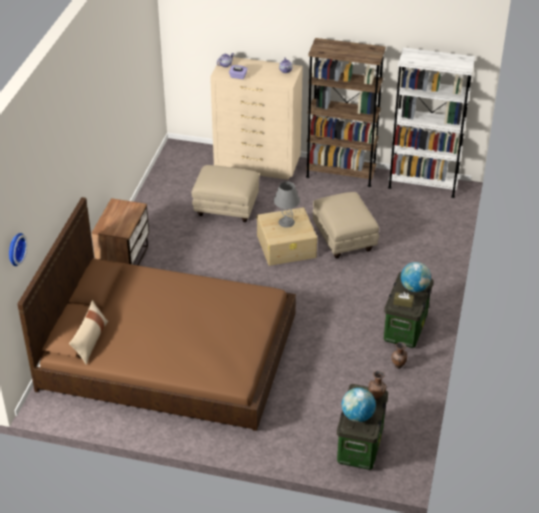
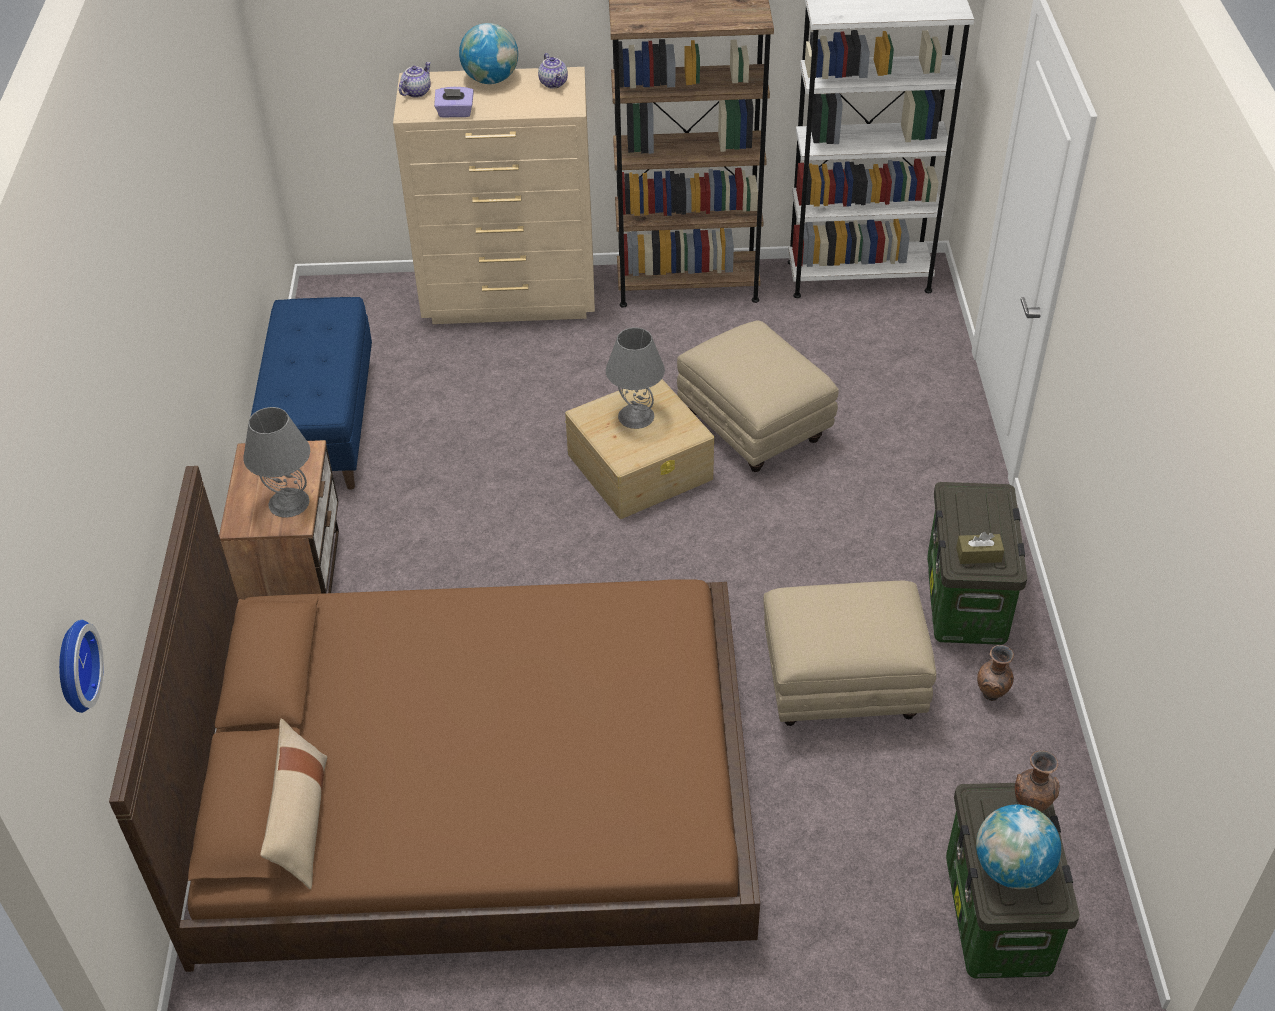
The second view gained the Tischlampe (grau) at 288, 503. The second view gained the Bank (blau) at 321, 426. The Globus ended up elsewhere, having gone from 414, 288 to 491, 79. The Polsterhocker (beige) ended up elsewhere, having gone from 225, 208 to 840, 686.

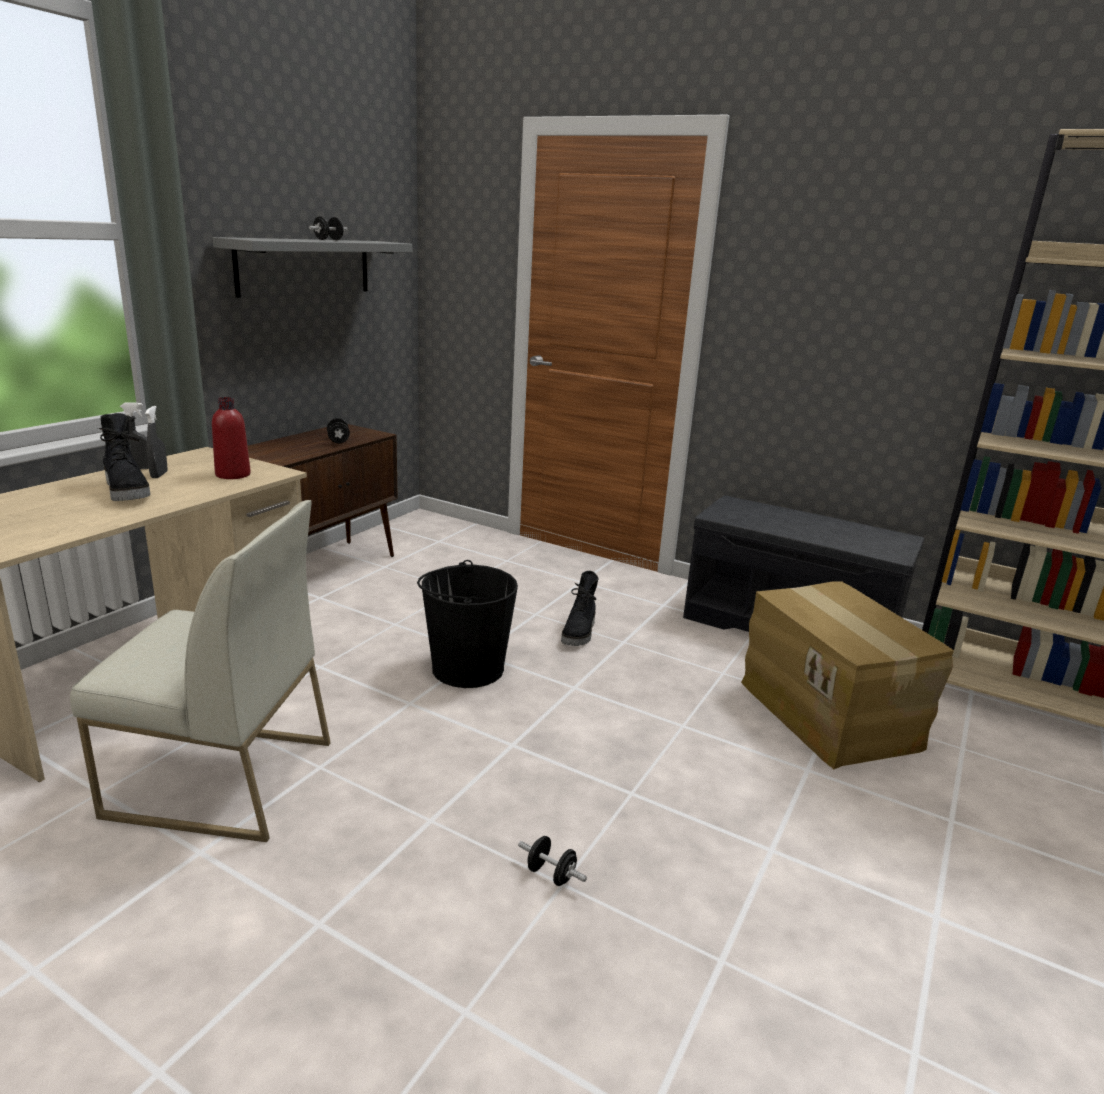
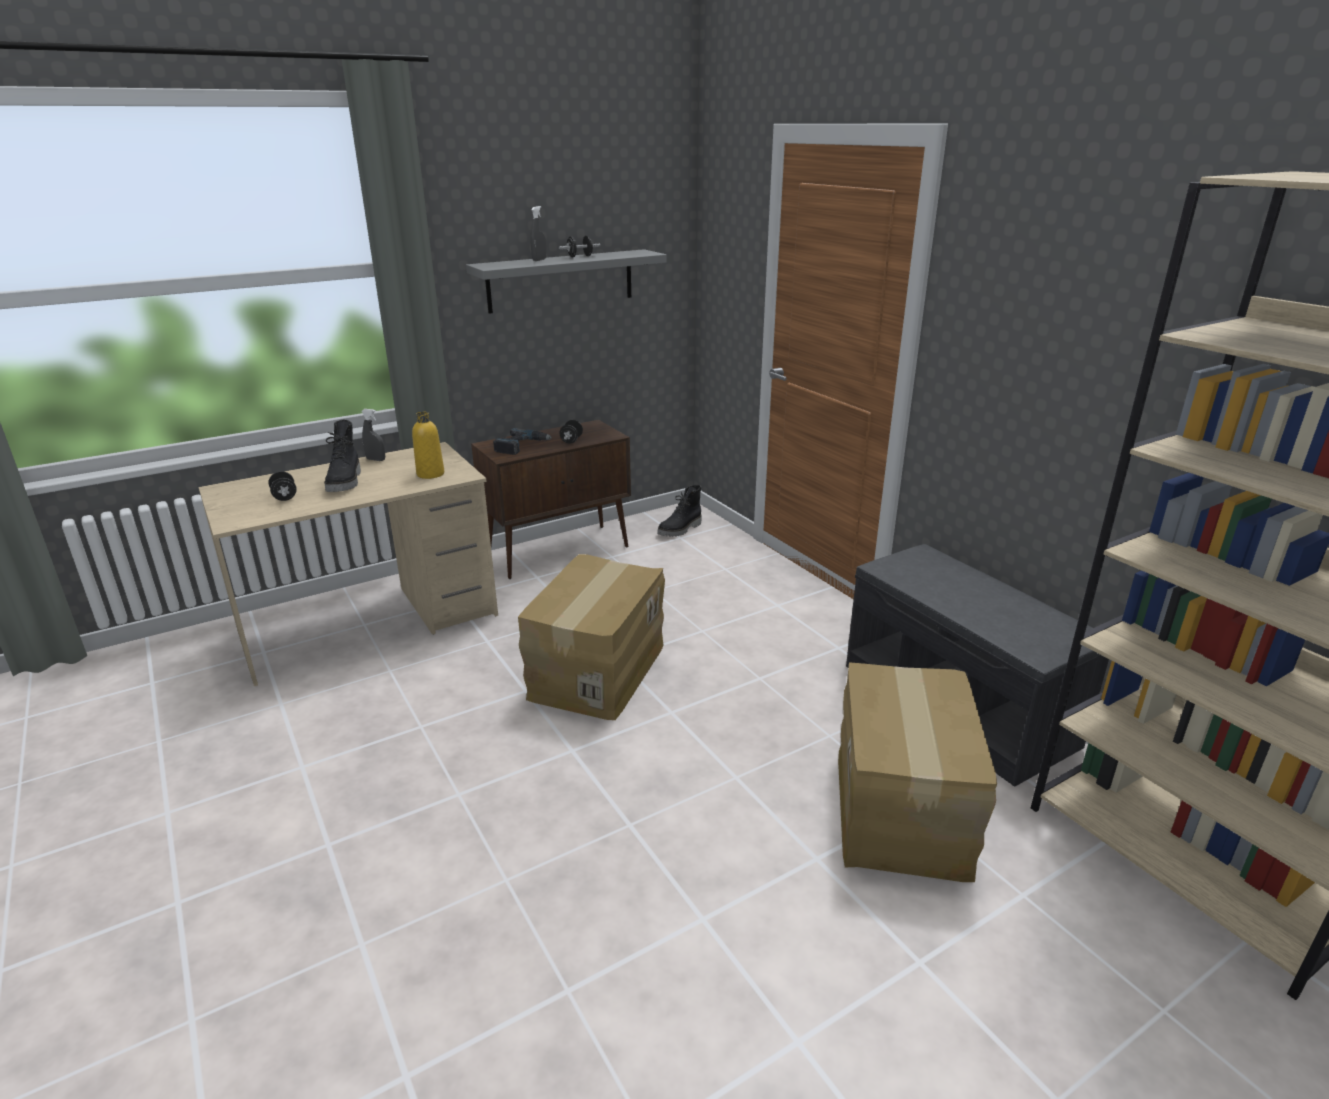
The Hantel (schwarz) ended up elsewhere, having gone from 551, 874 to 284, 496. What was the Flasche (rot) at 233, 475 turned into the Flasche (gelb) at 430, 474. The second view gained the Bohrmaschine at 521, 446. Where the Eimer (schwarz) stood at 467, 668, the Karton came to stand at 596, 671. The Sprühflasche (grau) ended up elsewhere, having gone from 159, 475 to 539, 260. The Stiefel (schwarz) ended up elsewhere, having gone from 580, 633 to 680, 530. The second view lost the Stuhl (weiß) at 219, 779.

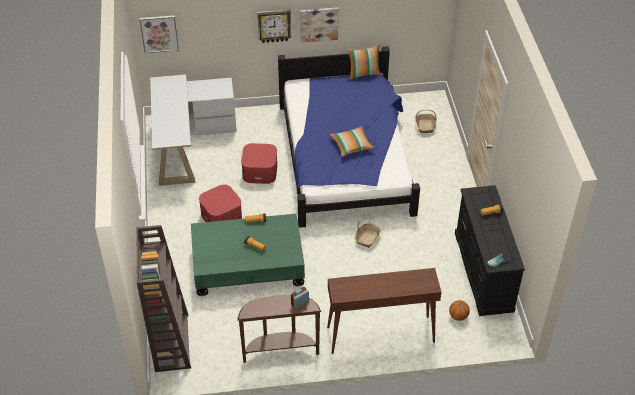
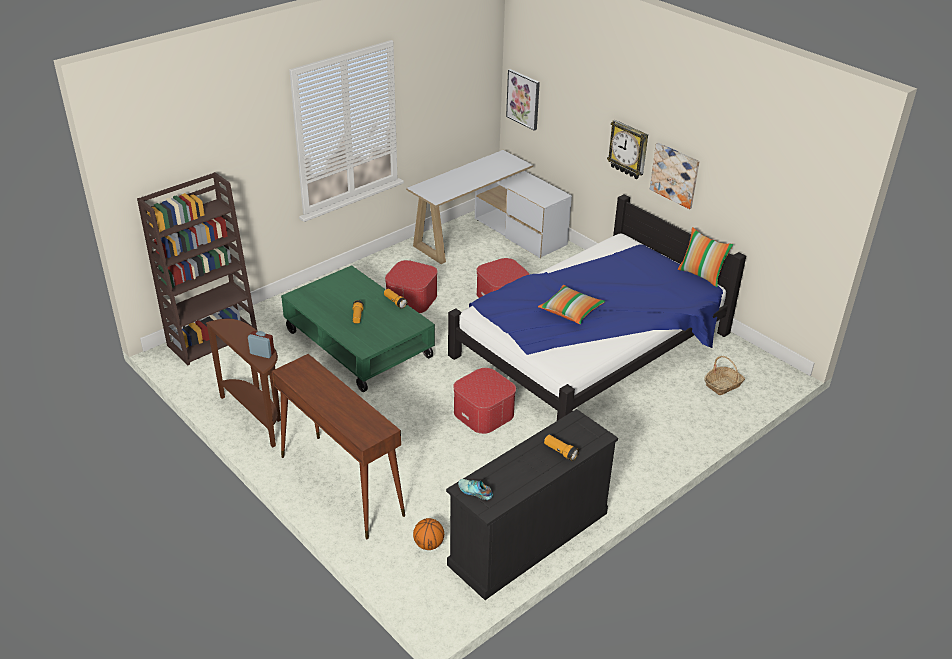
Where the Korb stood at 367, 238, the Polsterhocker came to stand at 484, 413.

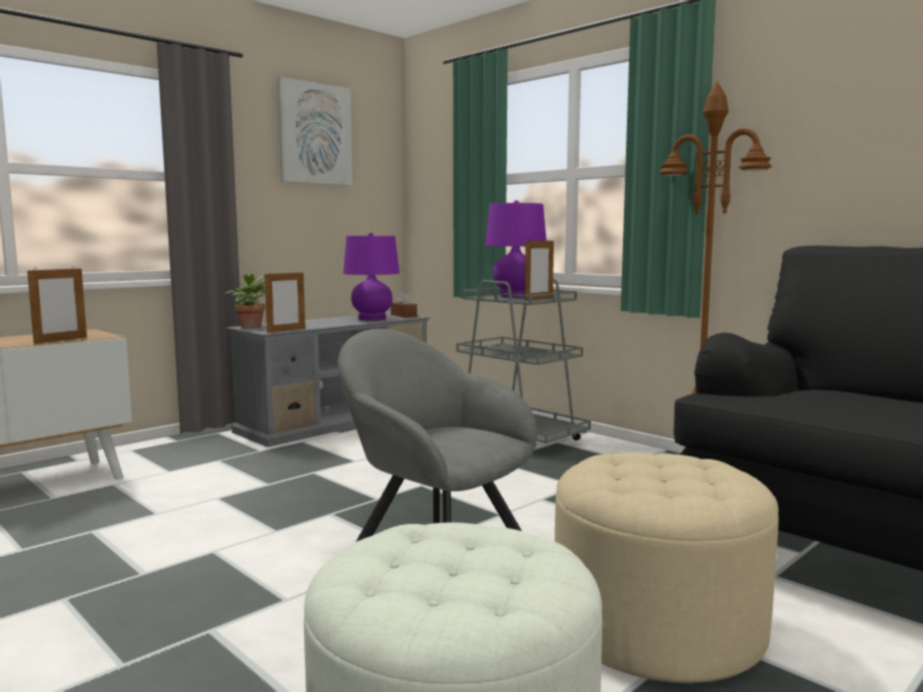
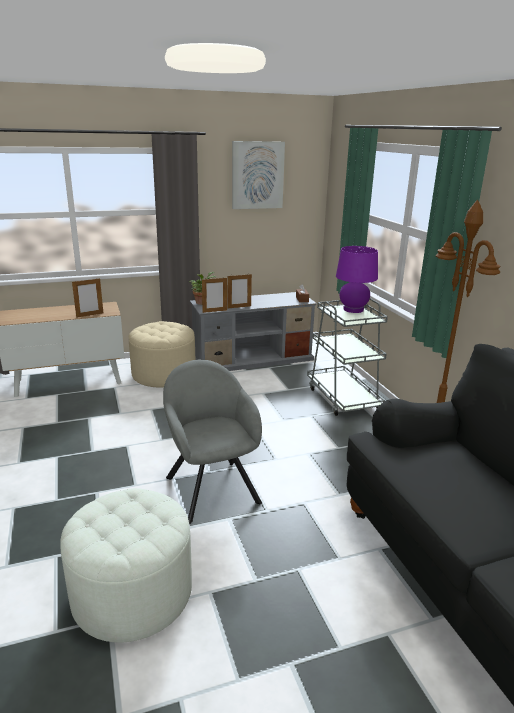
The Polsterhocker (beige) ended up elsewhere, having gone from 657, 625 to 164, 374. The Bilderrahmen ended up elsewhere, having gone from 539, 299 to 239, 307. The second view lost the Tischlampe (lila) at 372, 319.

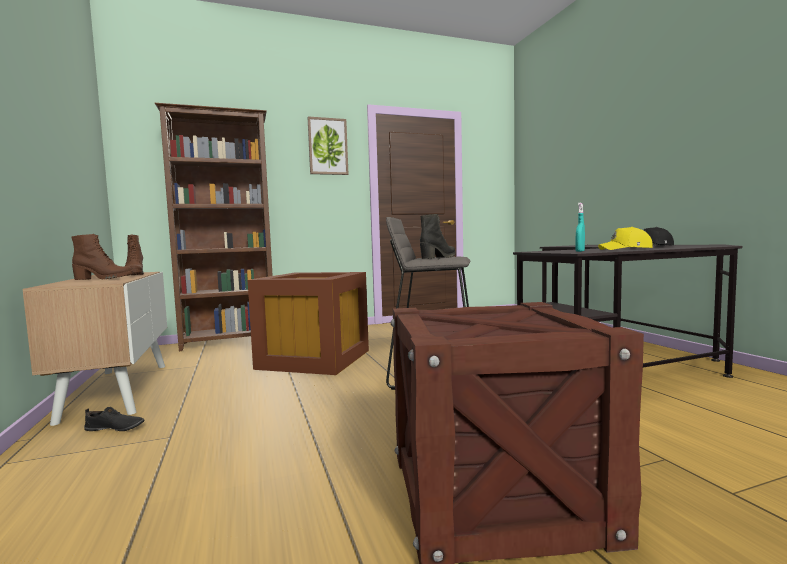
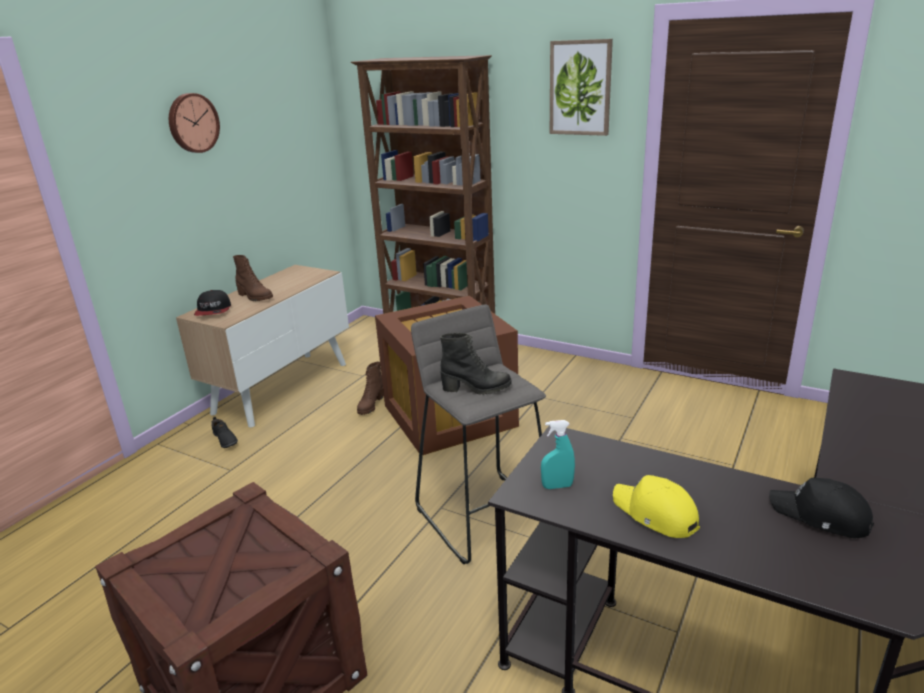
The second view gained the Wanduhr at 192, 123. The second view gained the Kappe at 214, 310. The Stiefel (braun) ended up elsewhere, having gone from 134, 275 to 371, 405.

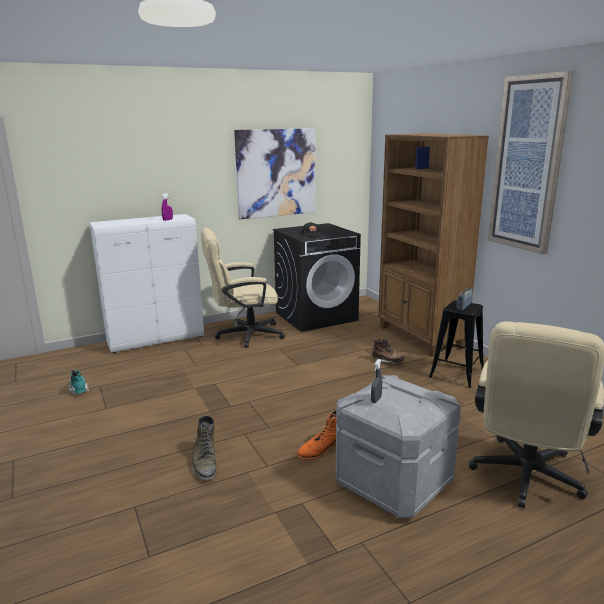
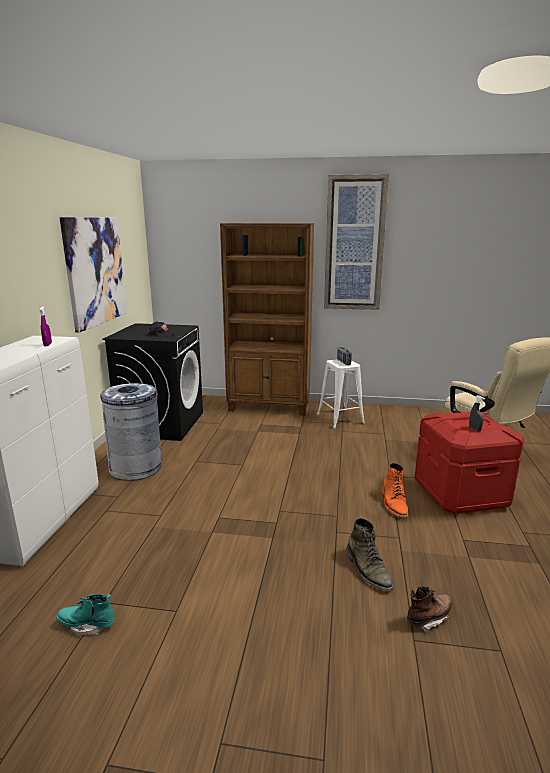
Where the Bürostuhl (beige) stood at 243, 335, the Mülleimer (grau) came to stand at 136, 468. What was the Hocker (schwarz) at 457, 373 turned into the Hocker (weiß) at 340, 418. The Stiefel (grün) at 205, 463 ended up facing another way, 45 degrees clockwise from before. The Stiefel (braun) ended up elsewhere, having gone from 387, 361 to 428, 618. What was the Aufbewahrungsbox (grau) at 392, 483 turned into the Aufbewahrungsbox (rot) at 460, 494.

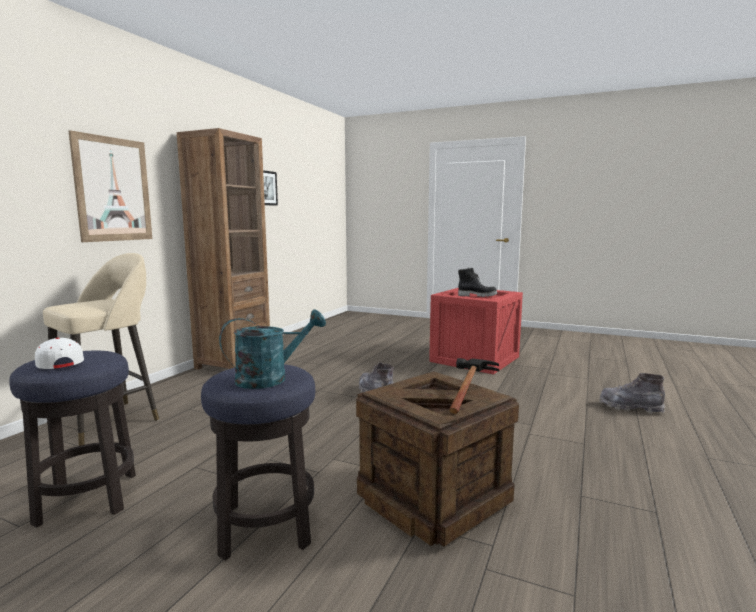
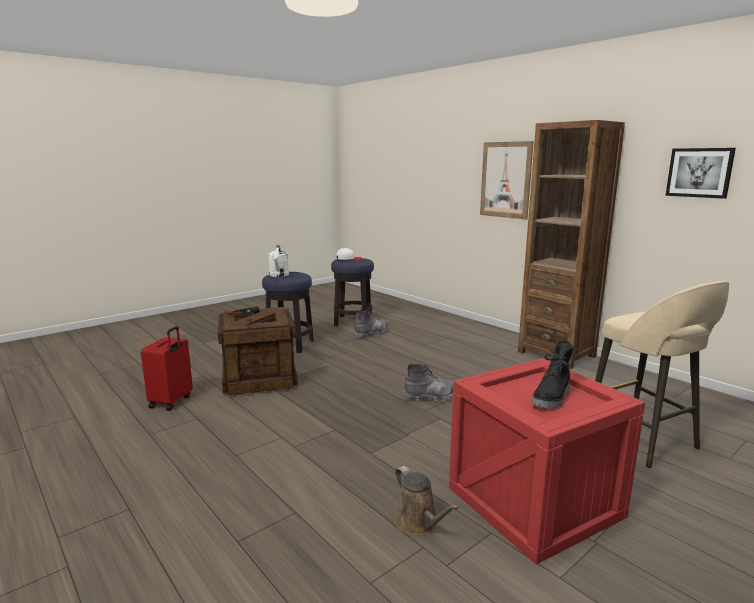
The second view gained the Koffer (rot) at 172, 402. What was the Gießkanne (türkis) at 271, 378 turned into the Gießkanne (weiß) at 279, 275. The Stiefel (grau) ended up elsewhere, having gone from 630, 407 to 371, 334. The second view gained the Gießkanne (braun) at 419, 523. The Hocker (beige) ended up elsewhere, having gone from 110, 421 to 642, 441.

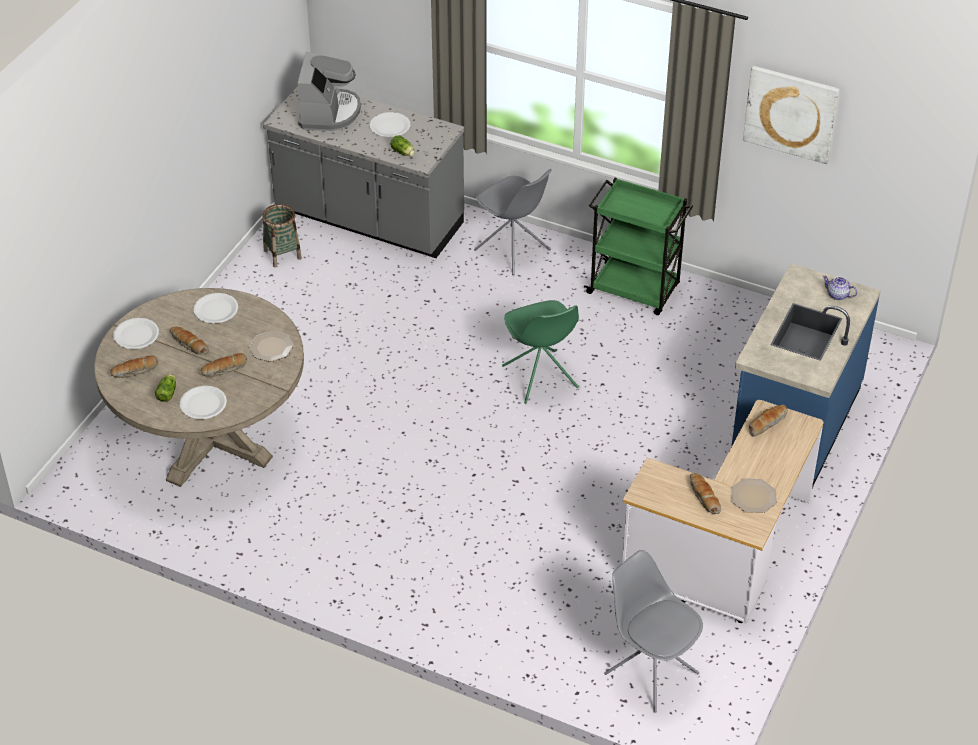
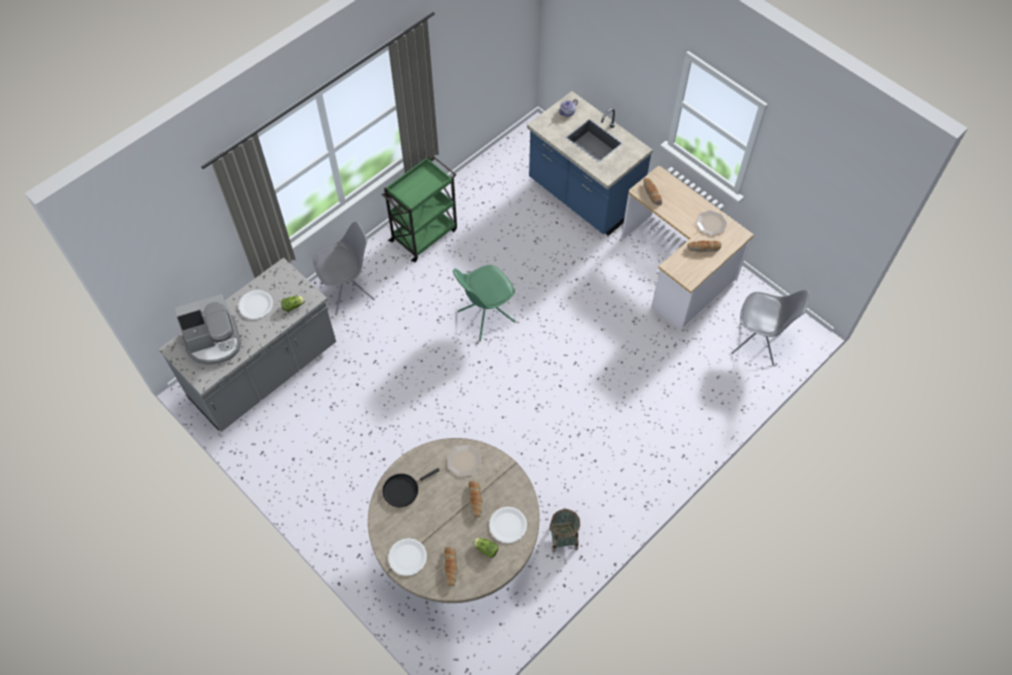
The Kaffeemaschine at 329, 112 ended up facing another way, 135 degrees clockwise from before. Where the Teller (weiß) stood at 216, 309, the Pfanne (schwarz) came to stand at 403, 490. The Stuhl (grün) at 540, 378 ended up facing another way, 150 degrees clockwise from before. The Korb ended up elsewhere, having gone from 282, 254 to 563, 538. The Stuhl (grau) at 650, 672 ended up facing another way, 135 degrees counterclockwise from before. The second view lost the Brot at 189, 344. The second view lost the Bild at 791, 113.

